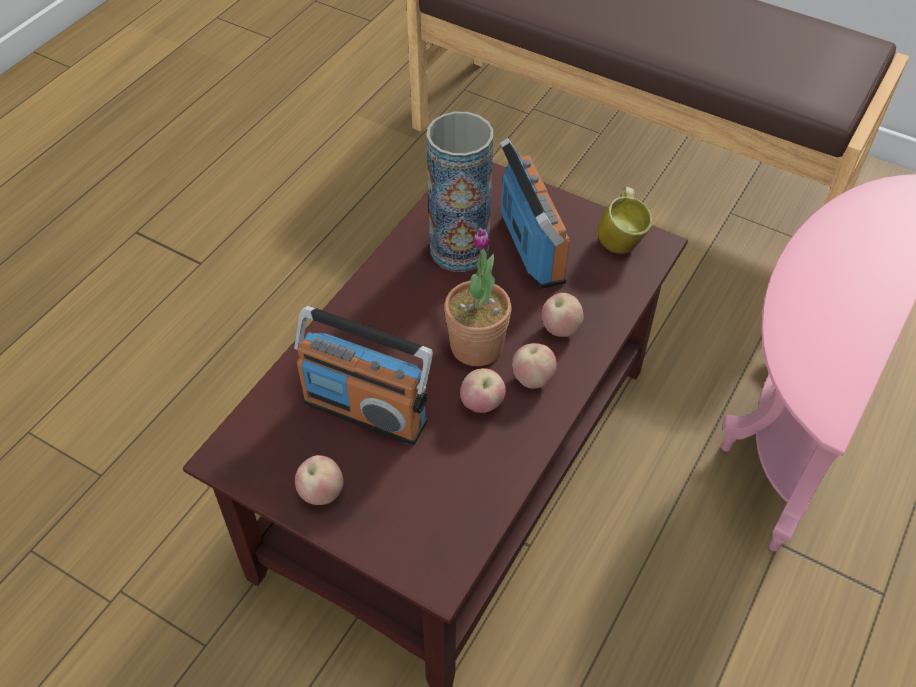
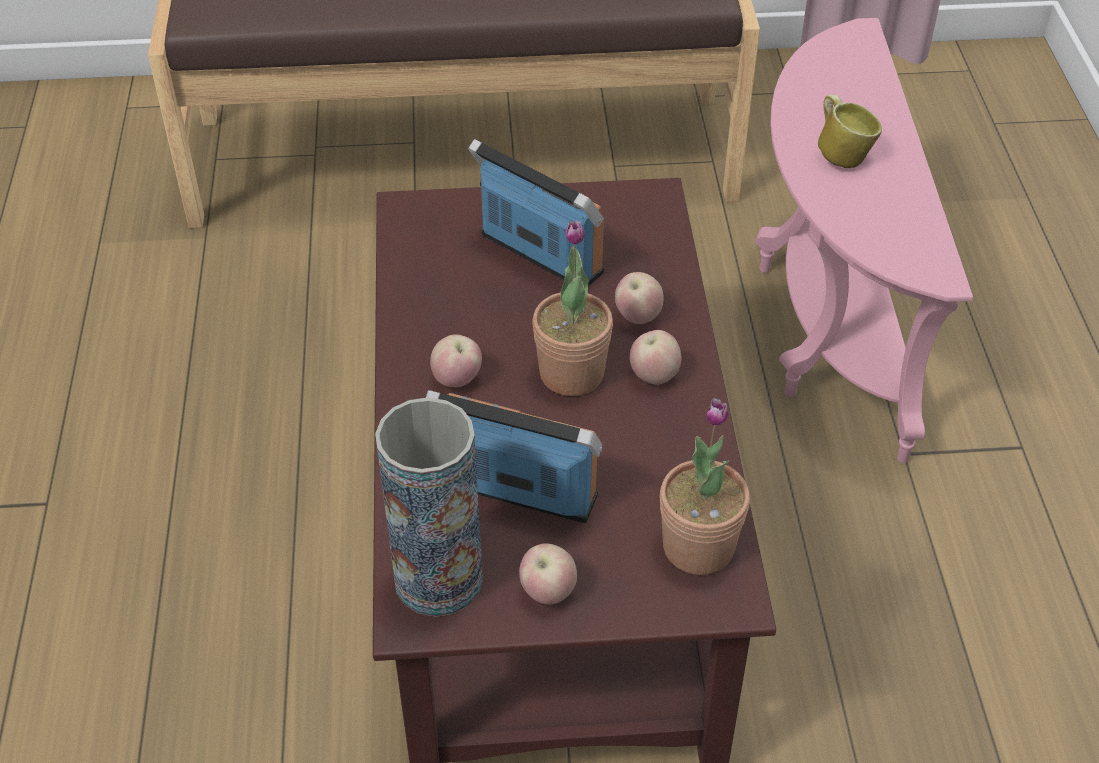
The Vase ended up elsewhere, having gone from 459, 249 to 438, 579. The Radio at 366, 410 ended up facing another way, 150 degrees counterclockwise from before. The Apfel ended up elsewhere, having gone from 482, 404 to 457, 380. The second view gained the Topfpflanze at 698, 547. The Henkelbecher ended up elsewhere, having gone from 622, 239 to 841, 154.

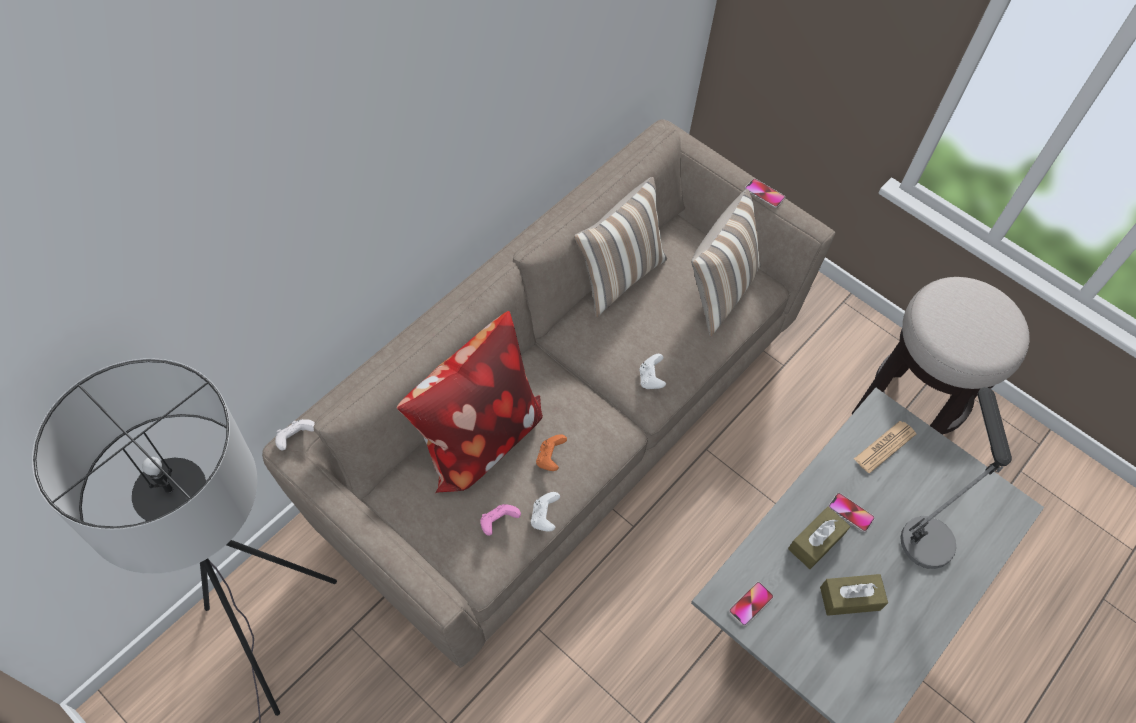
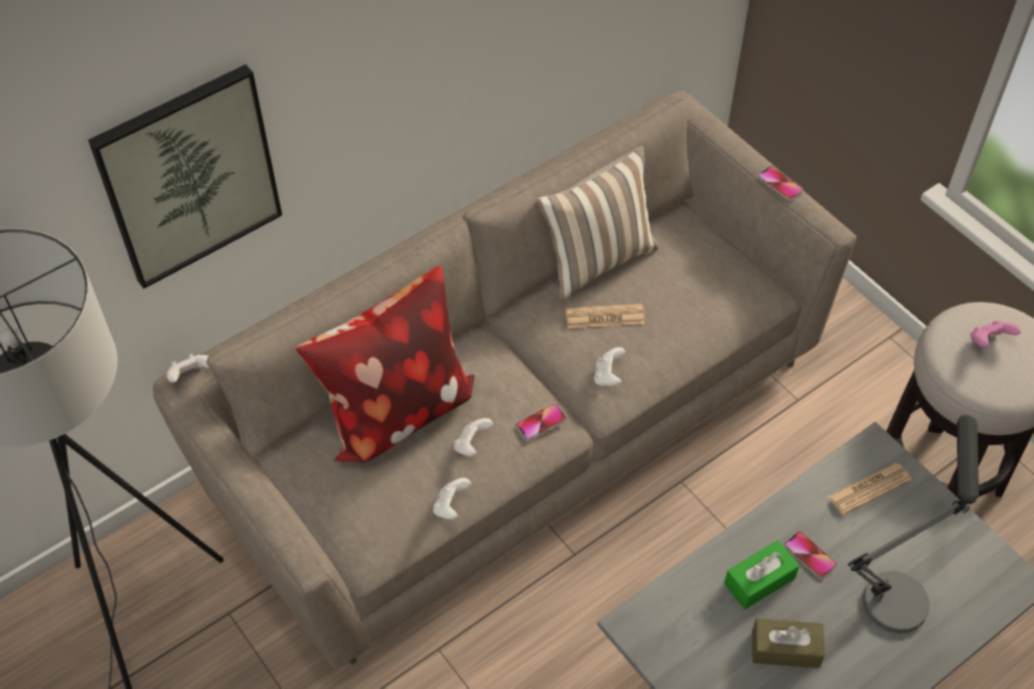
The second view gained the Bild at 189, 176. What was the Gamepad (orange) at 550, 458 turned into the Gamepad (weiß) at 472, 445. The Handy ended up elsewhere, having gone from 750, 604 to 541, 422. The second view gained the Zeitung at 605, 317. What was the Taschentuchbox (braun) at 816, 542 turned into the Taschentuchbox (grün) at 759, 581. The Gamepad (rosa) ended up elsewhere, having gone from 498, 523 to 988, 342. The second view lost the Kissen at 718, 292.

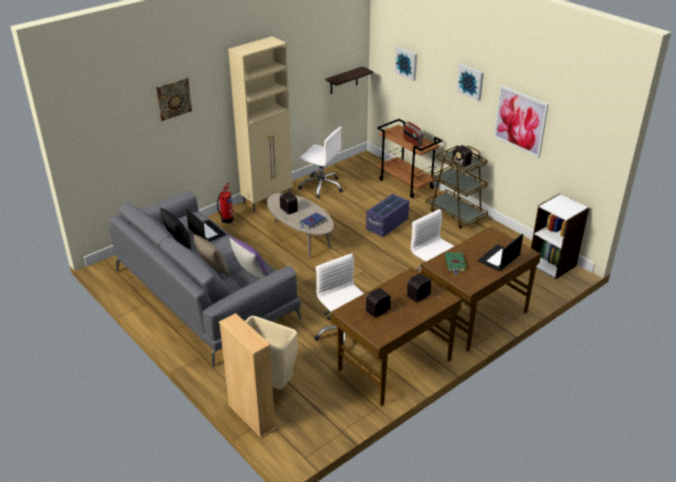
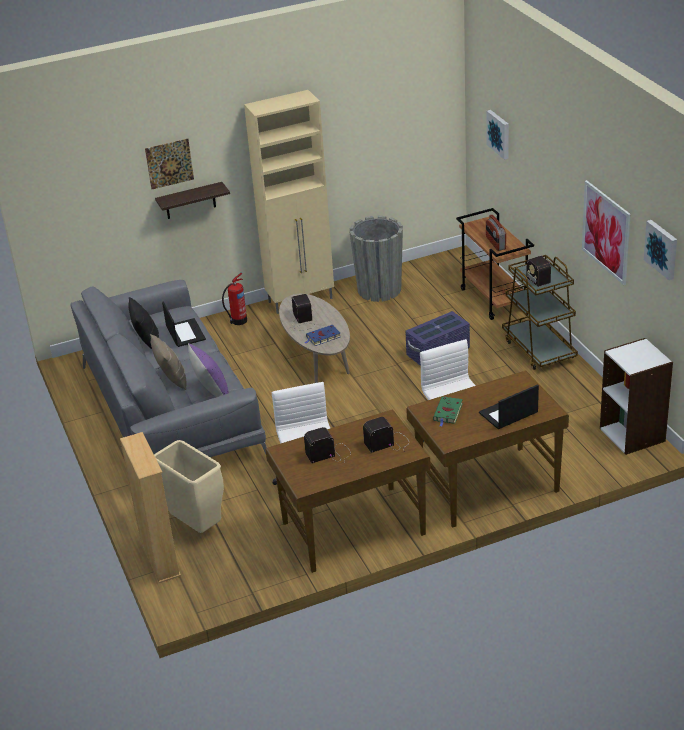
The Wandregal ended up elsewhere, having gone from 344, 80 to 190, 201. Where the Bürostuhl (weiß) stood at 321, 186, the Pflanzkübel (grau) came to stand at 379, 290. The Bild ended up elsewhere, having gone from 471, 81 to 662, 249.

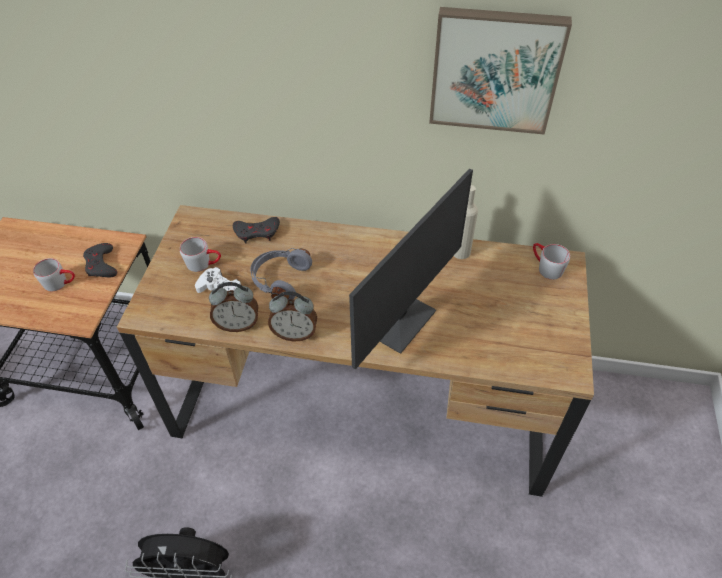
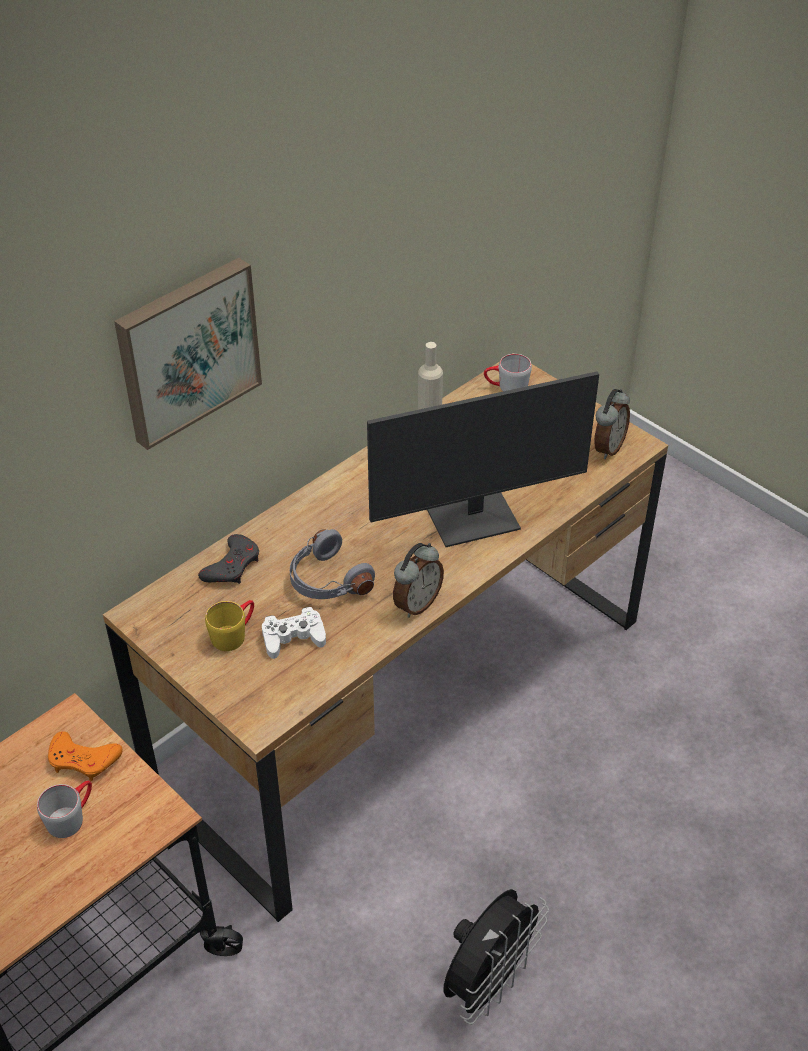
What was the Gamepad (grau) at 101, 265 turned into the Gamepad (orange) at 83, 760. The Bild ended up elsewhere, having gone from 495, 69 to 186, 350. What was the Henkelbecher (grau) at 204, 263 turned into the Henkelbecher (gelb) at 234, 633. The Monitor at 399, 320 ended up facing another way, 90 degrees clockwise from before. The Wecker ended up elsewhere, having gone from 238, 324 to 607, 448.

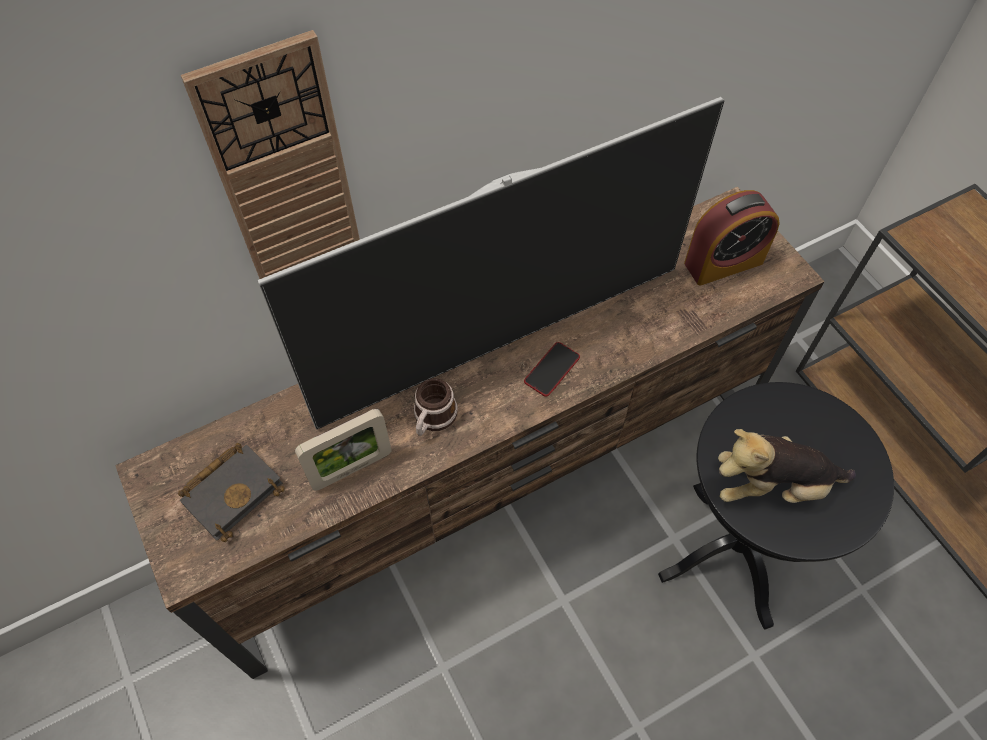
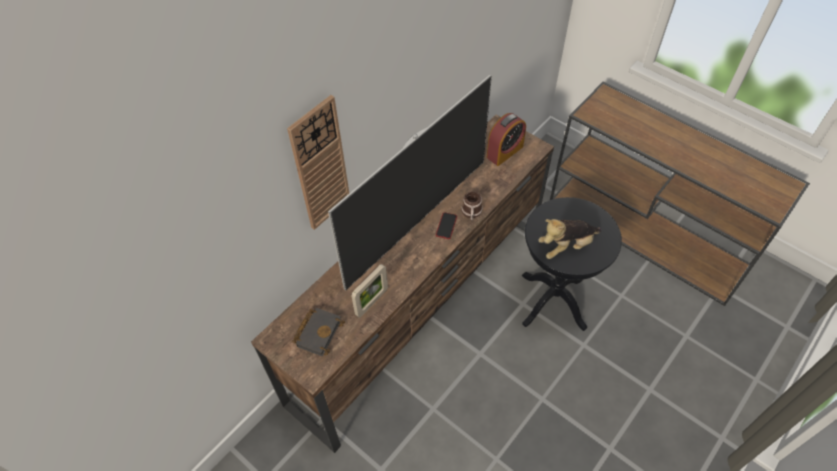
The Henkelbecher ended up elsewhere, having gone from 432, 418 to 471, 213.

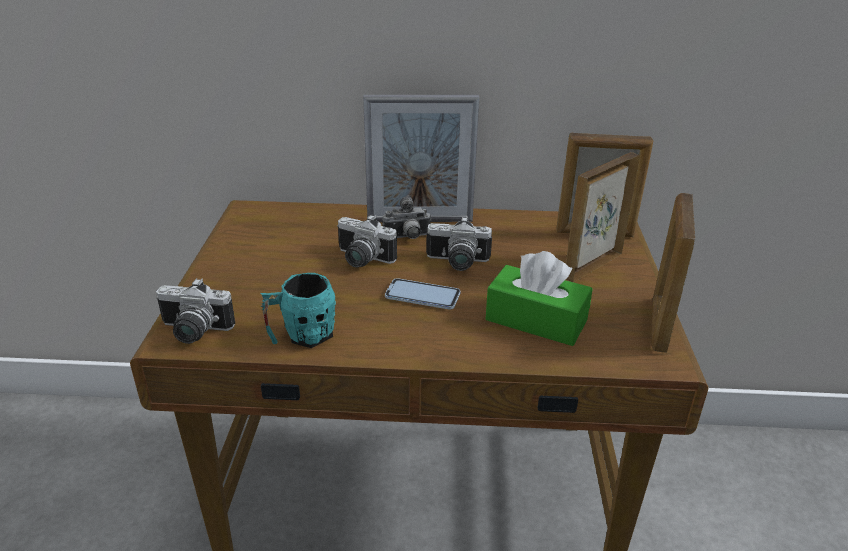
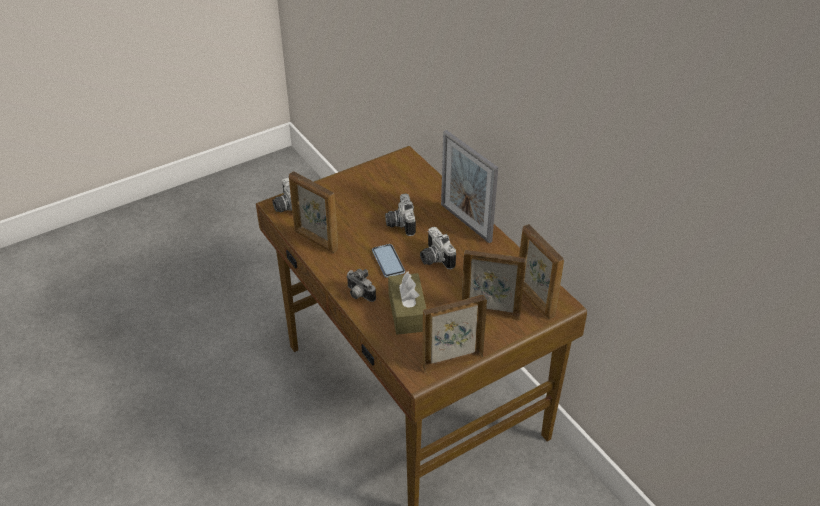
Where the Henkelbecher (türkis) stood at 302, 336, the Bilderrahmen came to stand at 315, 240. The Kamera ended up elsewhere, having gone from 407, 238 to 359, 295. What was the Taschentuchbox (grün) at 536, 320 turned into the Taschentuchbox (braun) at 407, 312.

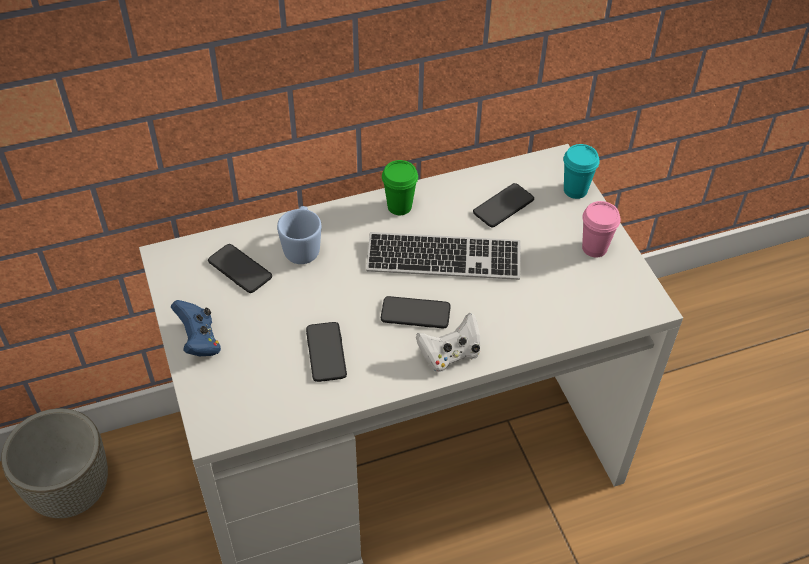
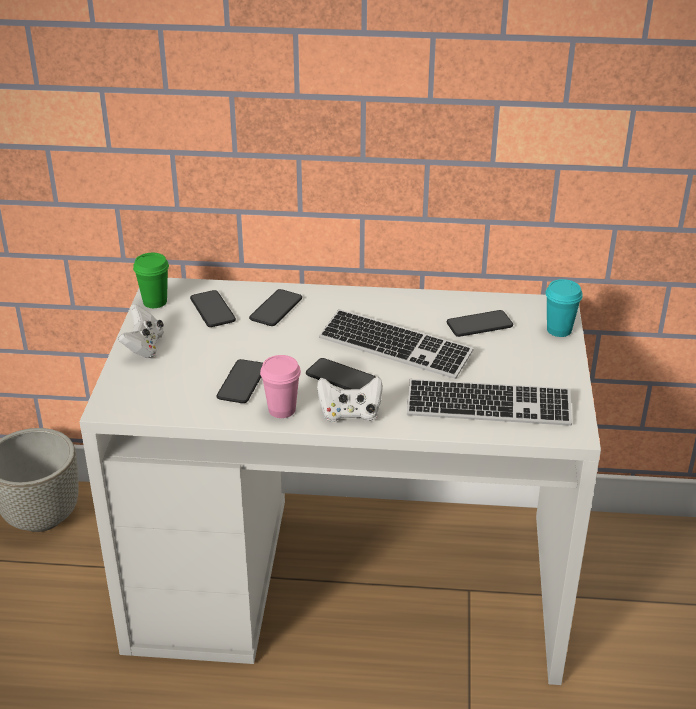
What was the Gamepad (blau) at 199, 341 turned into the Gamepad (weiß) at 144, 347. The Tasse (grün) ended up elsewhere, having gone from 399, 206 to 155, 302. Where the Henkelbecher (blau) stood at 302, 247, the Handy came to stand at 276, 309. The Tasse (rosa) ended up elsewhere, having gone from 594, 248 to 282, 410. The second view gained the Tastatur at 488, 406.

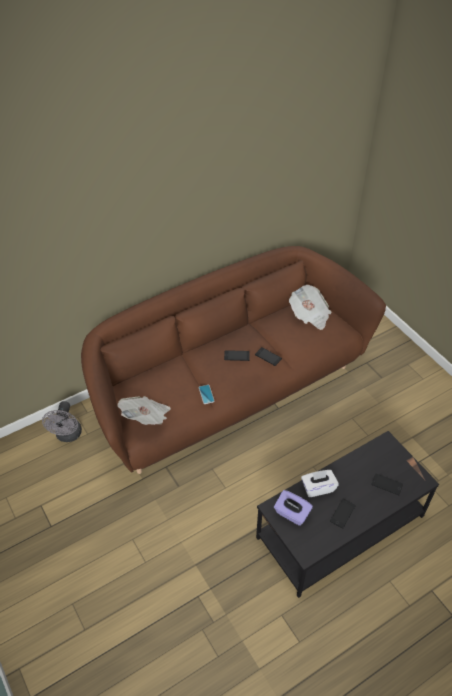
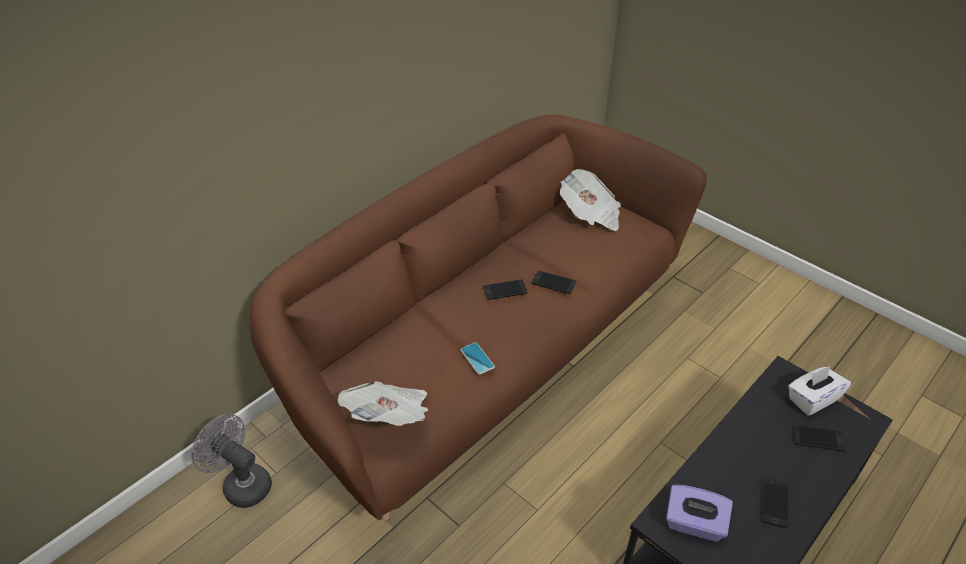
The Ventilator (grau) at 68, 436 ended up facing another way, 135 degrees clockwise from before. The Taschentuchbox (weiß) ended up elsewhere, having gone from 318, 488 to 812, 399.

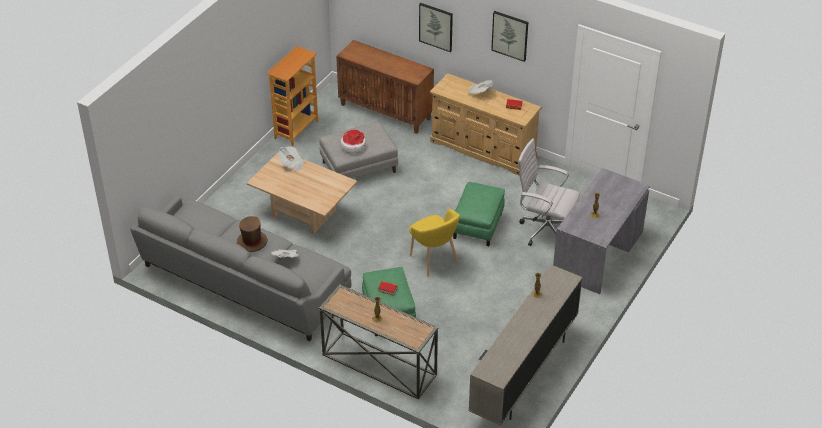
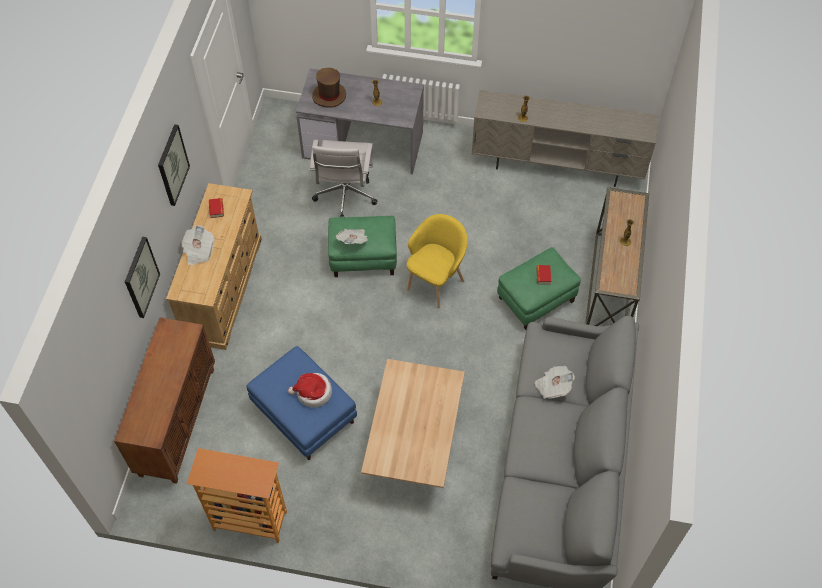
What was the Polsterhocker (grau) at 358, 168 turned into the Polsterhocker (blau) at 305, 413. The Hut (braun) ended up elsewhere, having gone from 252, 242 to 329, 96. The Zeitung ended up elsewhere, having gone from 292, 164 to 353, 241.

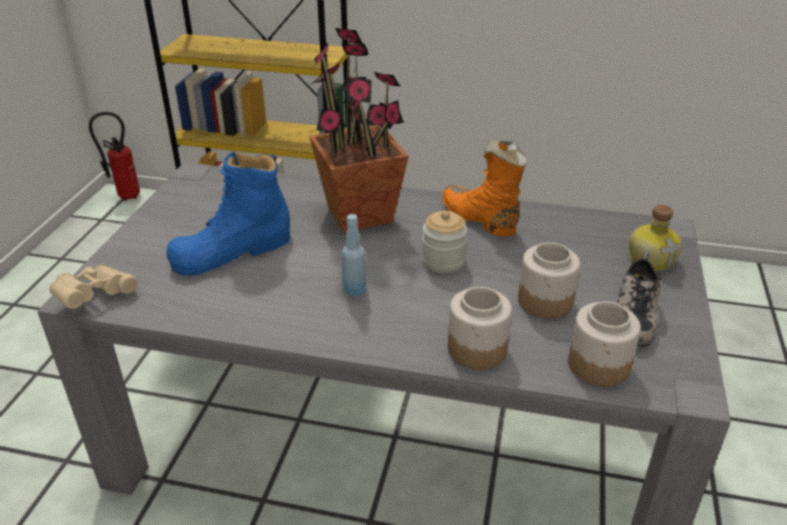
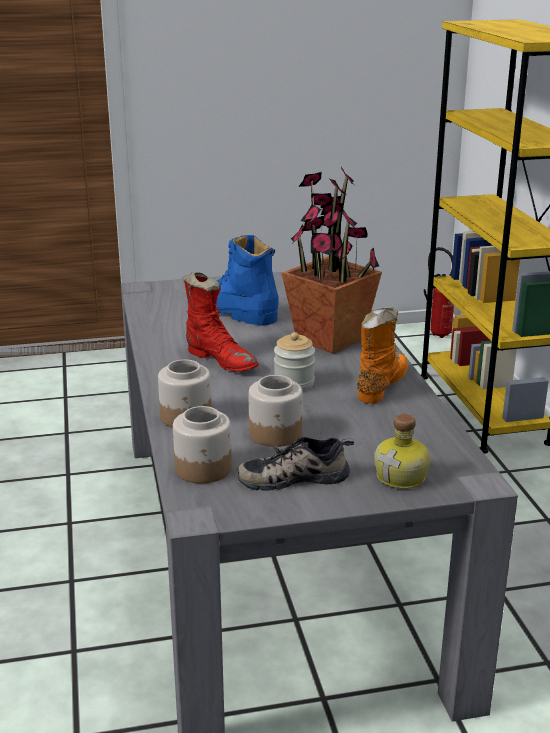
Where the Flasche (blau) stood at 354, 291, the Stiefel (rot) came to stand at 221, 360. The second view lost the Fernglas (beige) at 93, 296.

